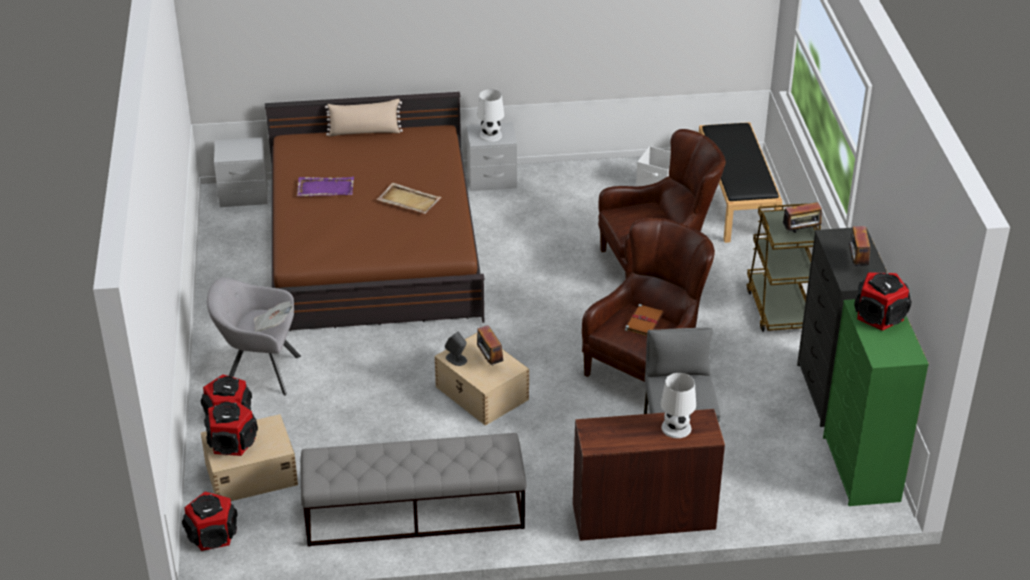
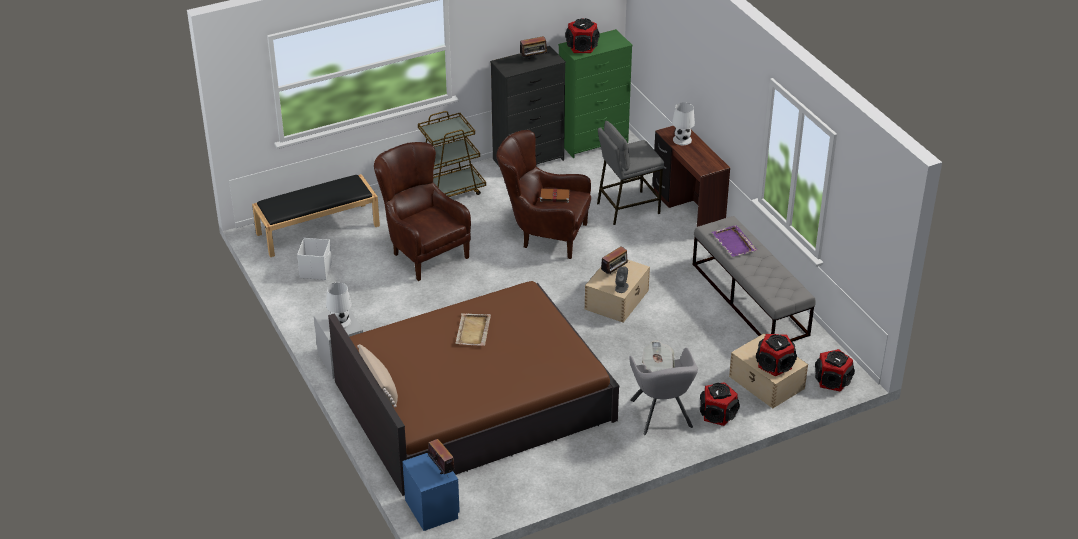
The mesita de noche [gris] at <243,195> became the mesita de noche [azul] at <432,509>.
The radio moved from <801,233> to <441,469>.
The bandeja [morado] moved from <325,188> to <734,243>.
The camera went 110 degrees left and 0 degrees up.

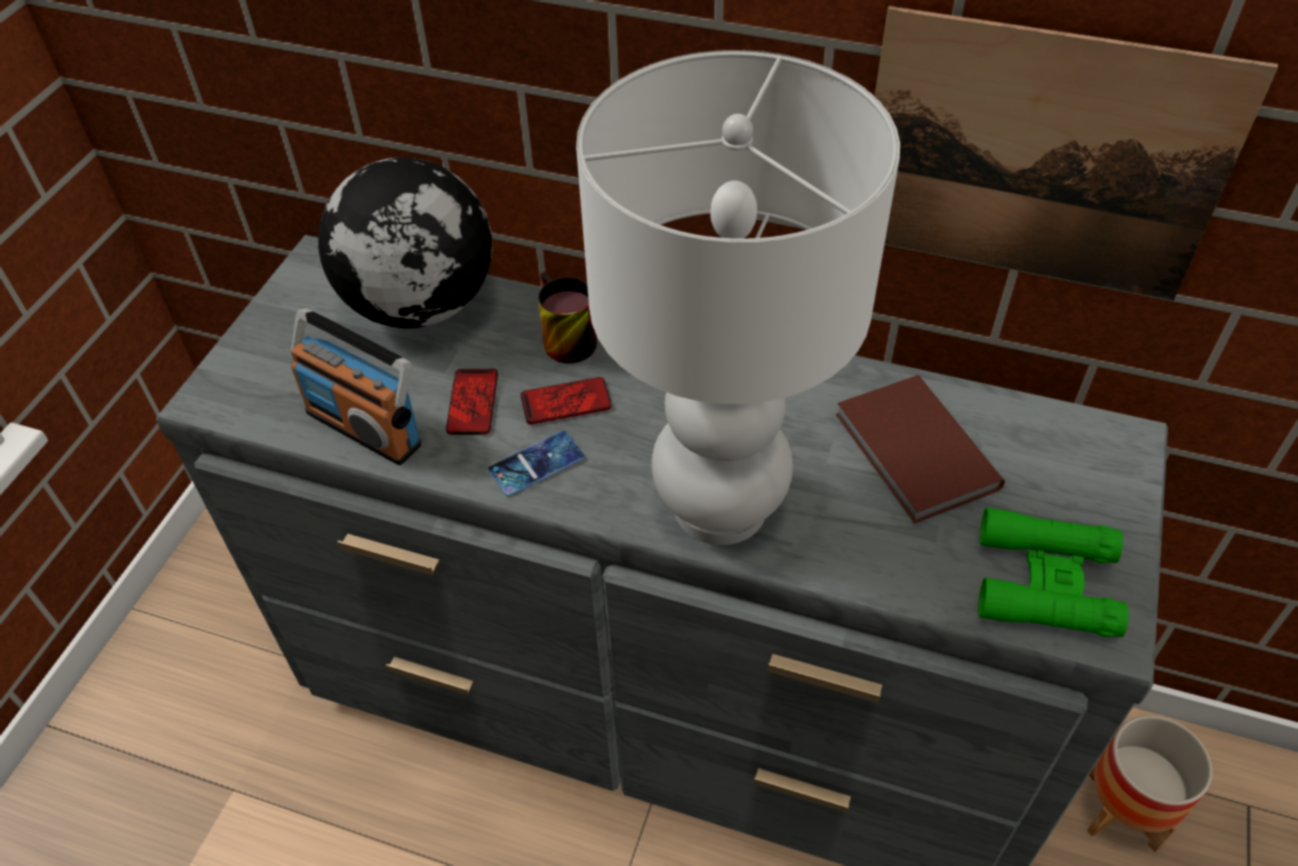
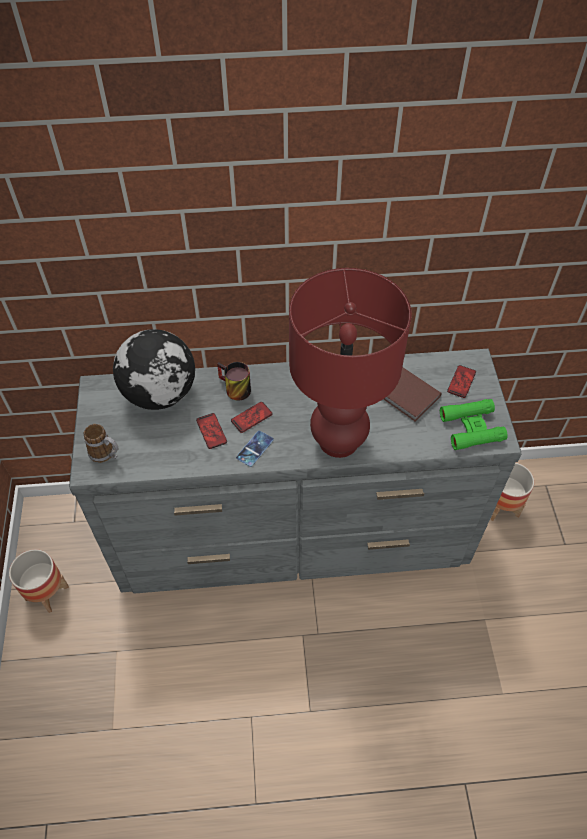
The maceta at <47,593> appeared.
The taza grande at <106,454> appeared.
The lámpara de mesa [blanco] at <721,505> became the lámpara de mesa [rojo] at <339,440>.
The móvil at <461,382> appeared.
The radio at <365,427> disappeared.
The cuadro at <1039,159> disappeared.
The camera went 25 degrees left and 5 degrees up.

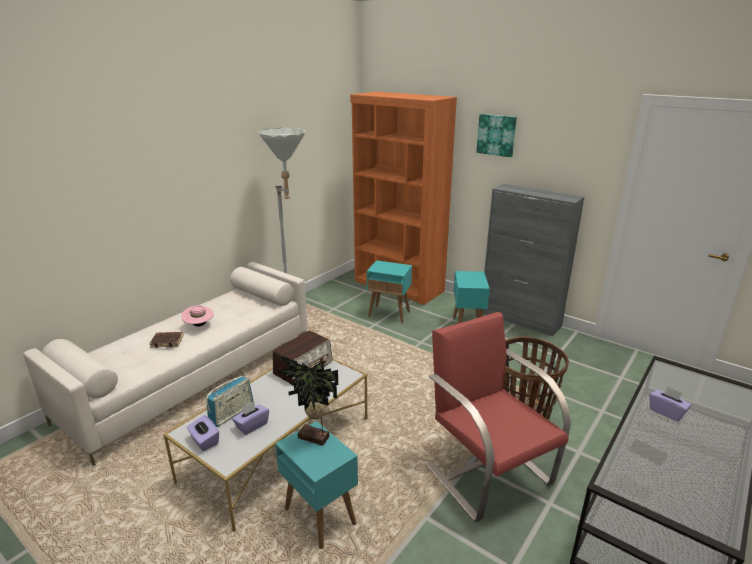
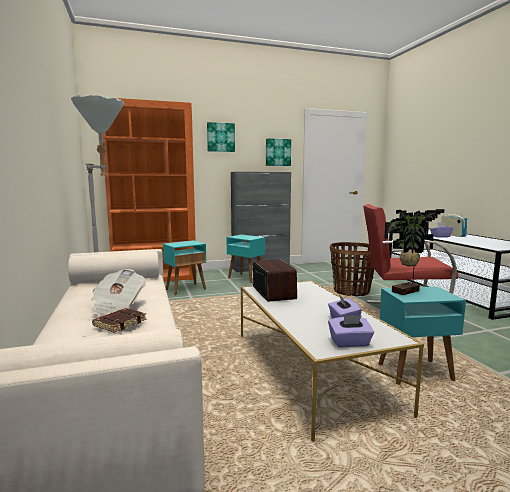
The sombrero [rosa] at <199,325> was replaced by the periódico at <117,306>.
The cuadro at <278,152> appeared.
The radio moved from <231,413> to <452,235>.
The camera went 55 degrees left and 15 degrees down.

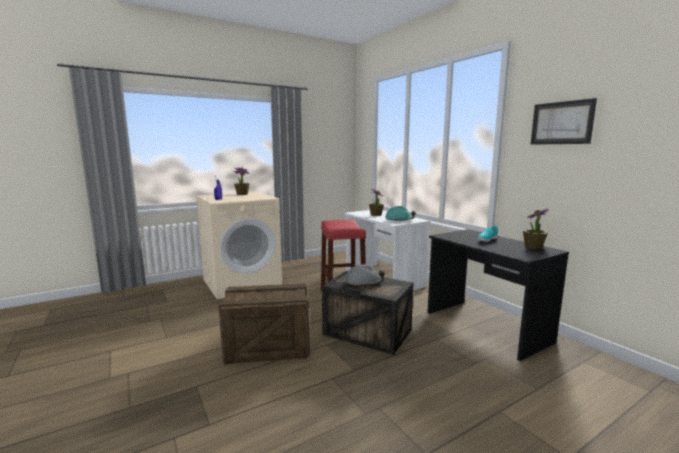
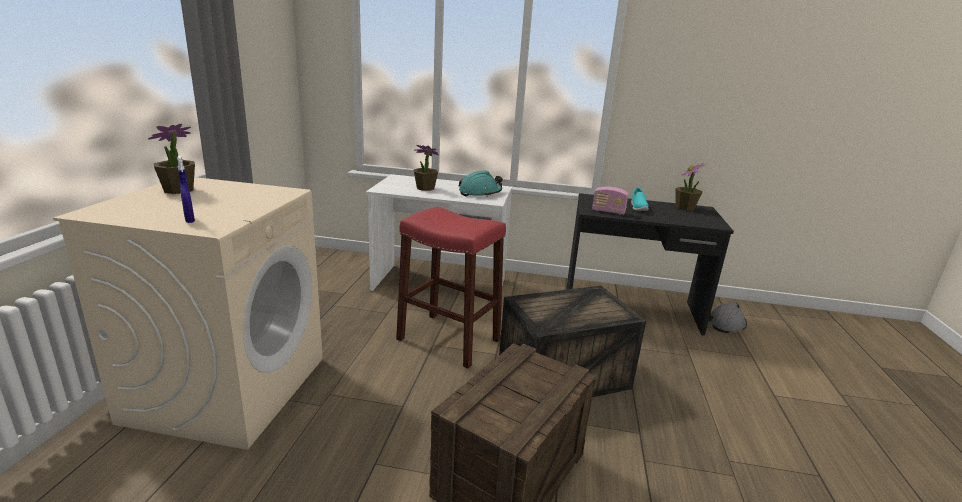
The radio at <608,211> appeared.
The casco [gris] moved from <363,283> to <726,324>.
The cuadro at <561,123> disappeared.
The camera went 50 degrees left and 10 degrees up.

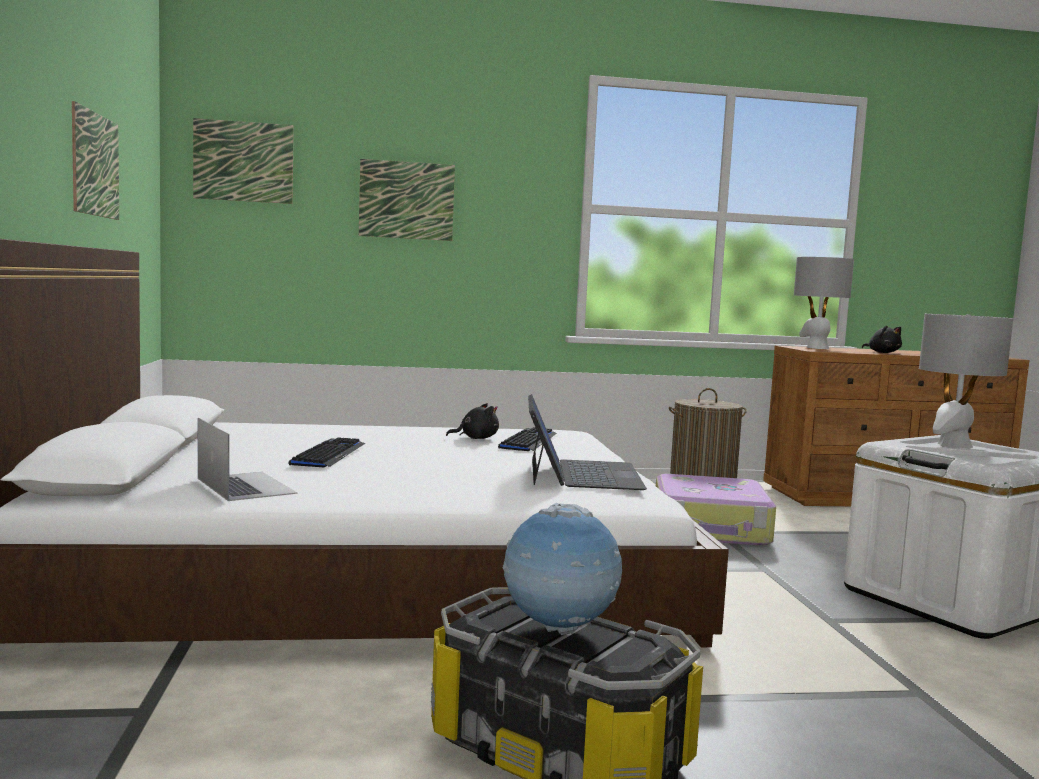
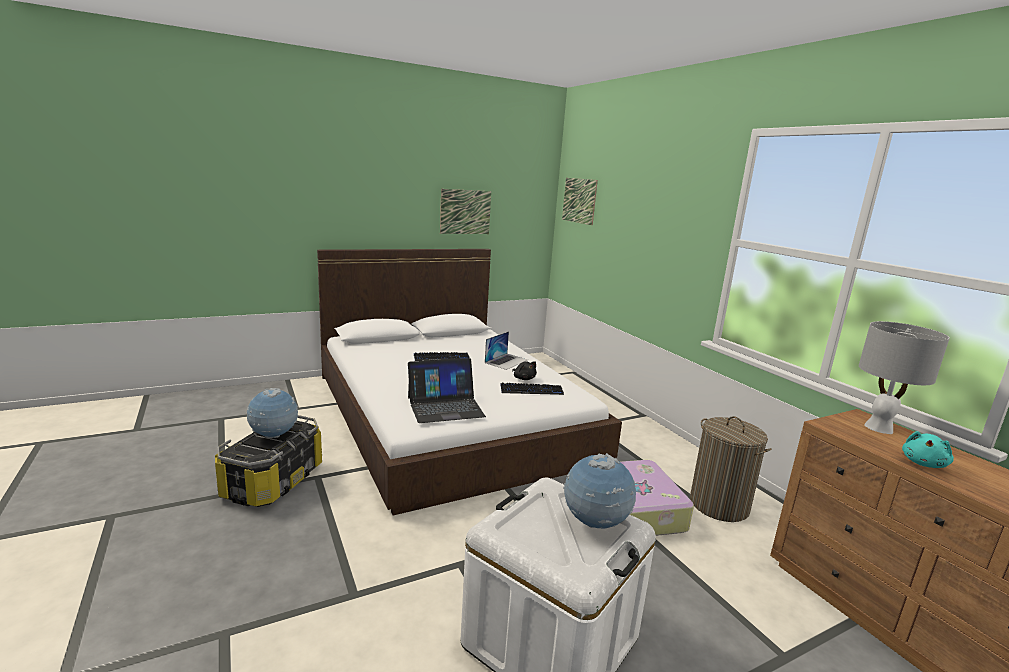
The portátil moved from <245,486> to <506,361>.
The lámpara de mesa [gris] at <953,445> was replaced by the globo terráqueo at <595,524>.
The peluche [negro] at <882,352> became the peluche [turquesa] at <924,463>.
The cuadro at <406,200> disappeared.
The camera went 70 degrees right and 10 degrees up.

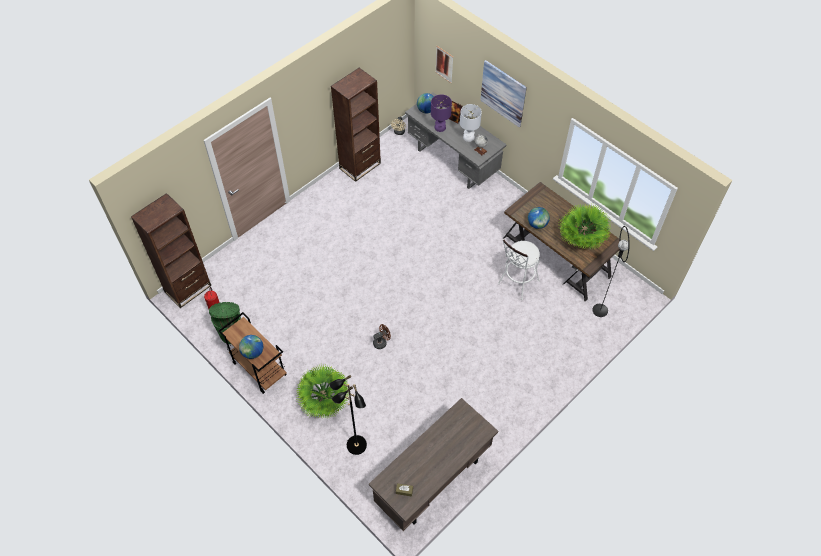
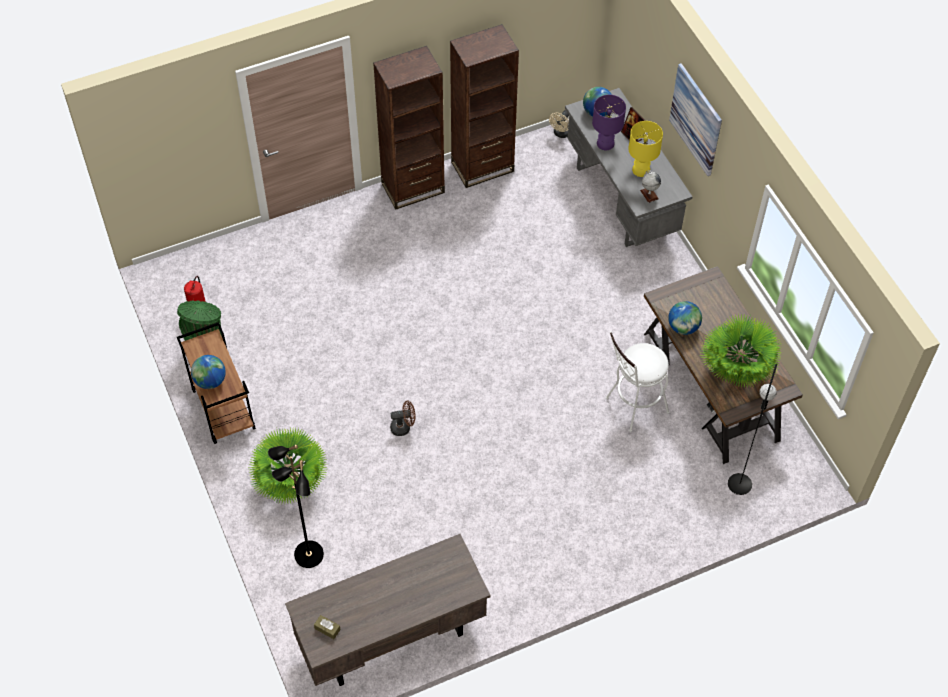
The estantería [marrón] moved from <188,289> to <413,188>.
The lámpara de mesa [blanco] at <468,137> became the lámpara de mesa [amarillo] at <641,169>.
The cuadro at <444,64> disappeared.
The camera went 20 degrees right and 0 degrees up.

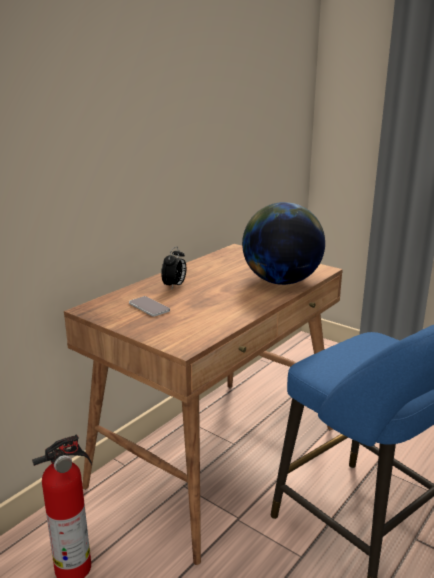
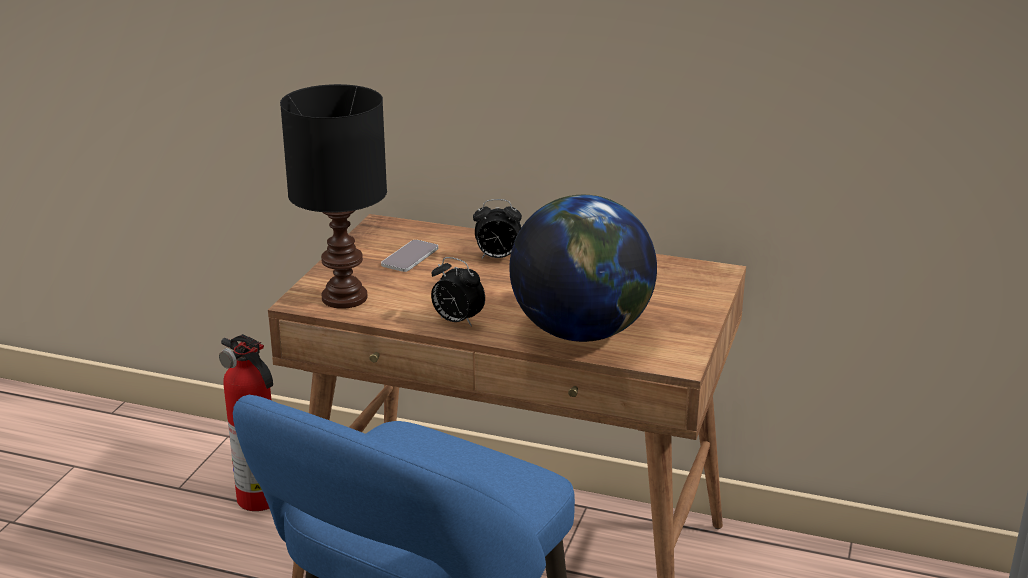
The lámpara de mesa [negro] at <343,297> appeared.
The despertador at <456,321> appeared.
The camera went 70 degrees right and 5 degrees up.

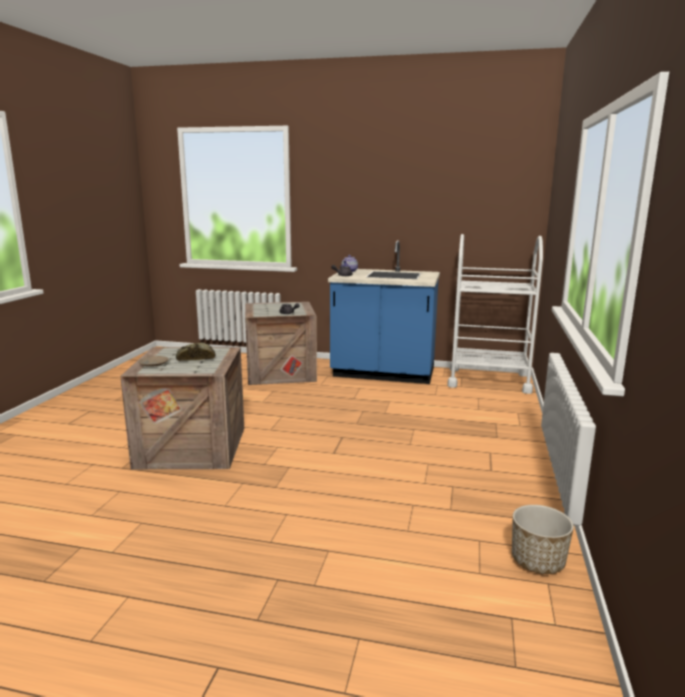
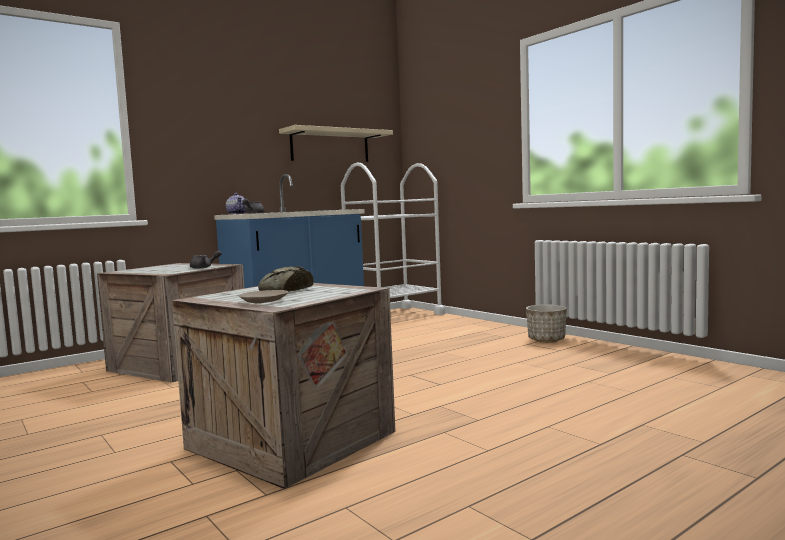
The estante [beis] at <330,146> appeared.
The maceta moved from <537,561> to <546,340>.
The camera went 50 degrees left and 10 degrees down.

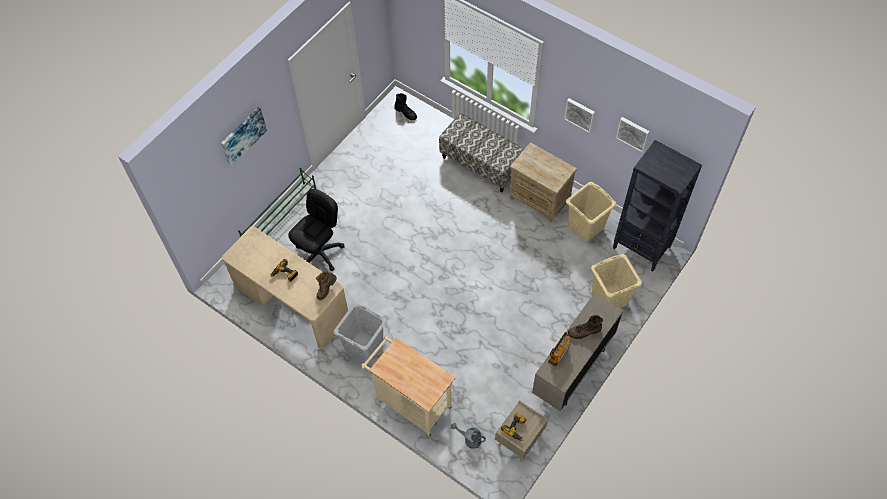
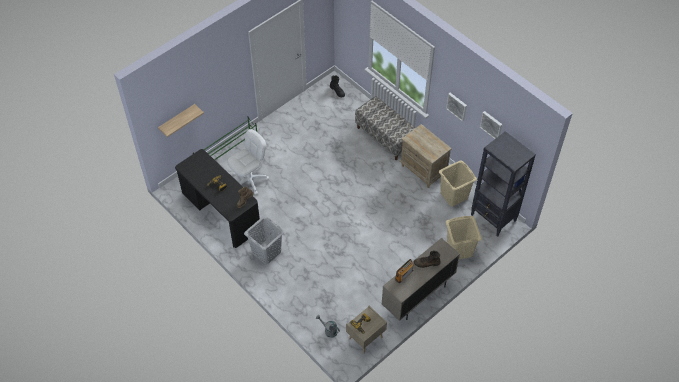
The estante at <177,120> appeared.
The escritorio [beis] at <291,302> became the escritorio [negro] at <220,211>.
The silla de oficina [negro] at <320,253> became the silla de oficina [blanco] at <249,180>.
The cuadro at <243,135> disappeared.
The carrito [beis] at <410,401> disappeared.
The camera went 10 degrees right and 5 degrees down.

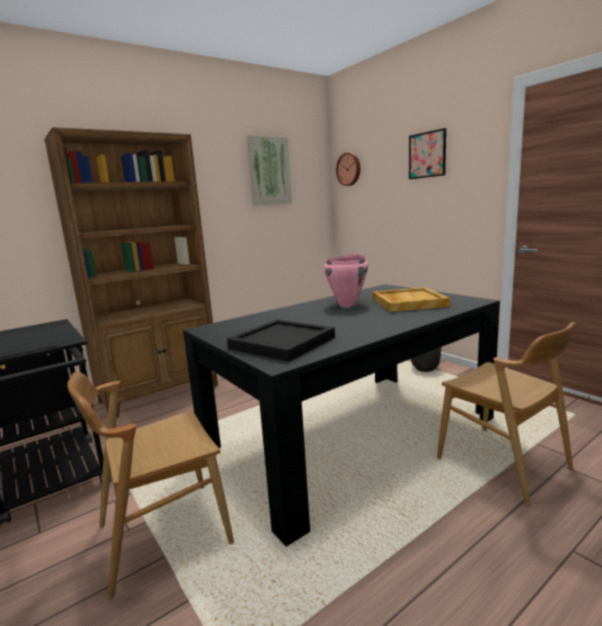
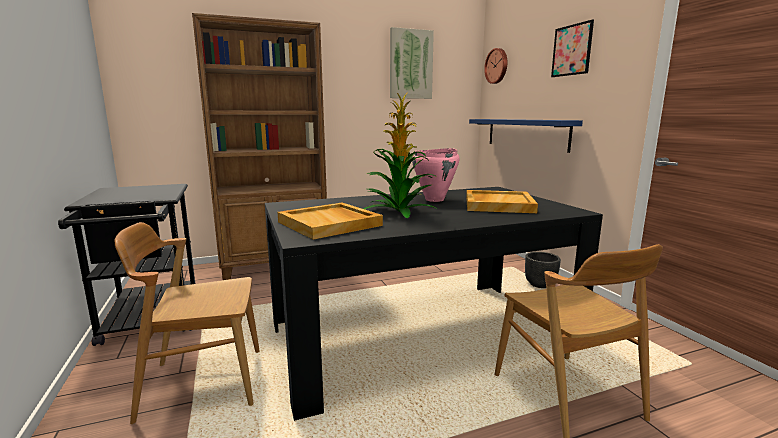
The bandeja [negro] at <283,343> became the bandeja [beis] at <330,223>.
The planta en maceta at <399,211> appeared.
The estante [azul] at <526,133> appeared.
The camera went 15 degrees right and 0 degrees up.

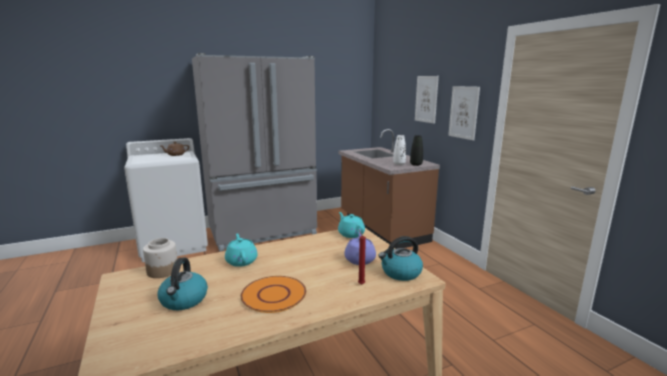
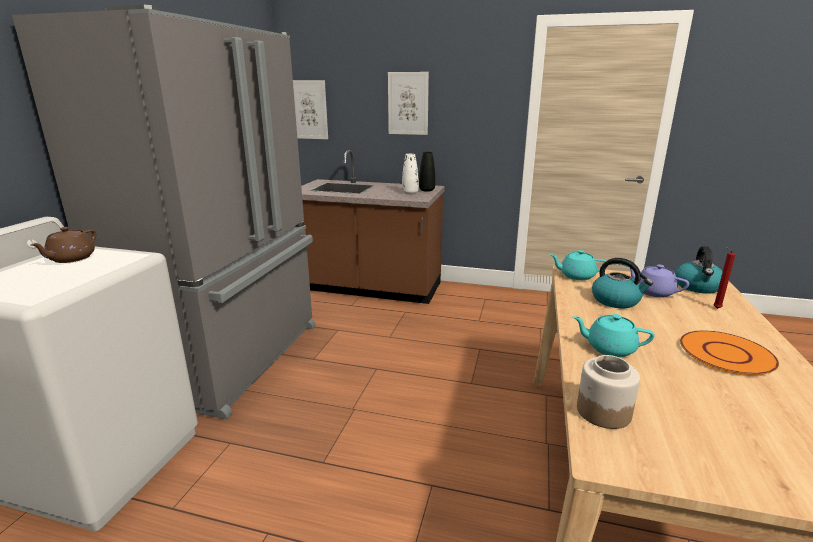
The cuadro moved from <463,112> to <308,110>.
The hervidor moved from <184,300> to <616,300>.
The camera went 50 degrees left and 5 degrees up.

